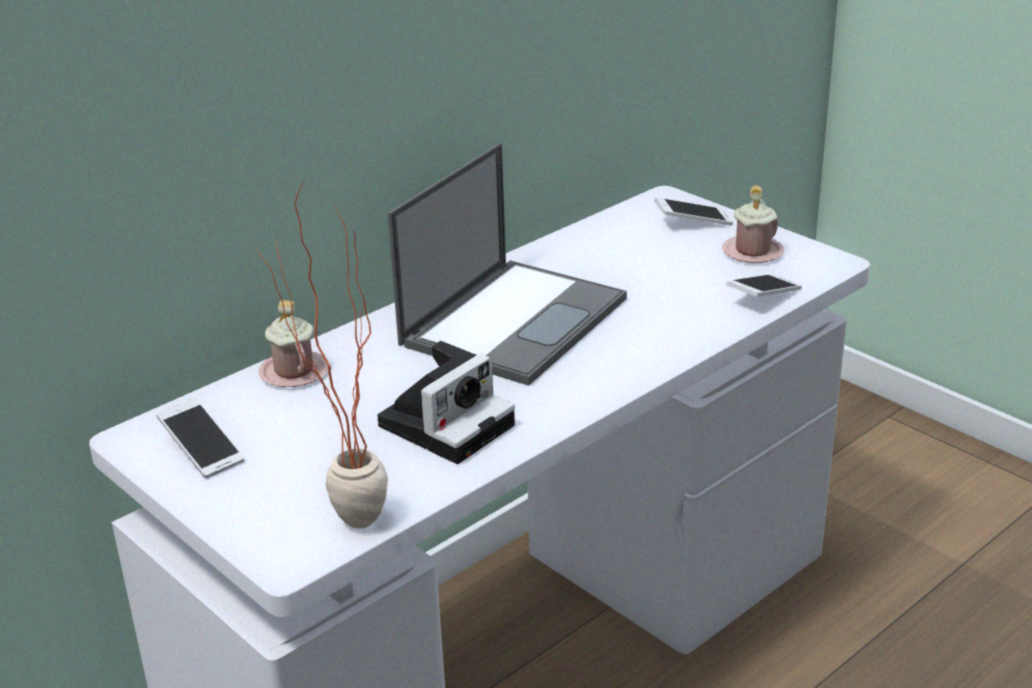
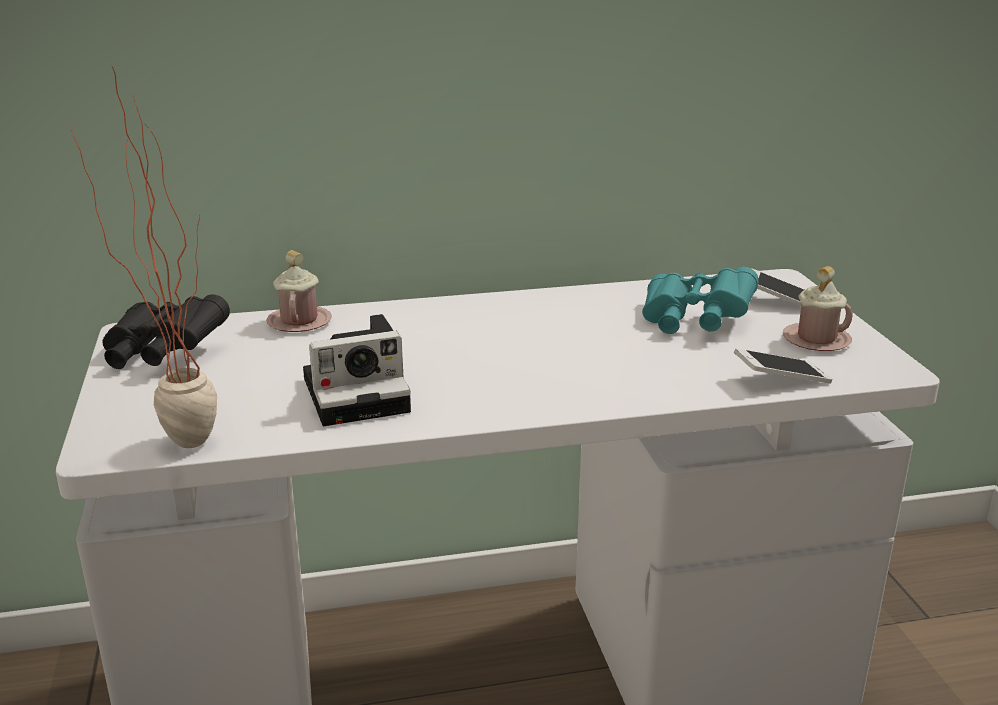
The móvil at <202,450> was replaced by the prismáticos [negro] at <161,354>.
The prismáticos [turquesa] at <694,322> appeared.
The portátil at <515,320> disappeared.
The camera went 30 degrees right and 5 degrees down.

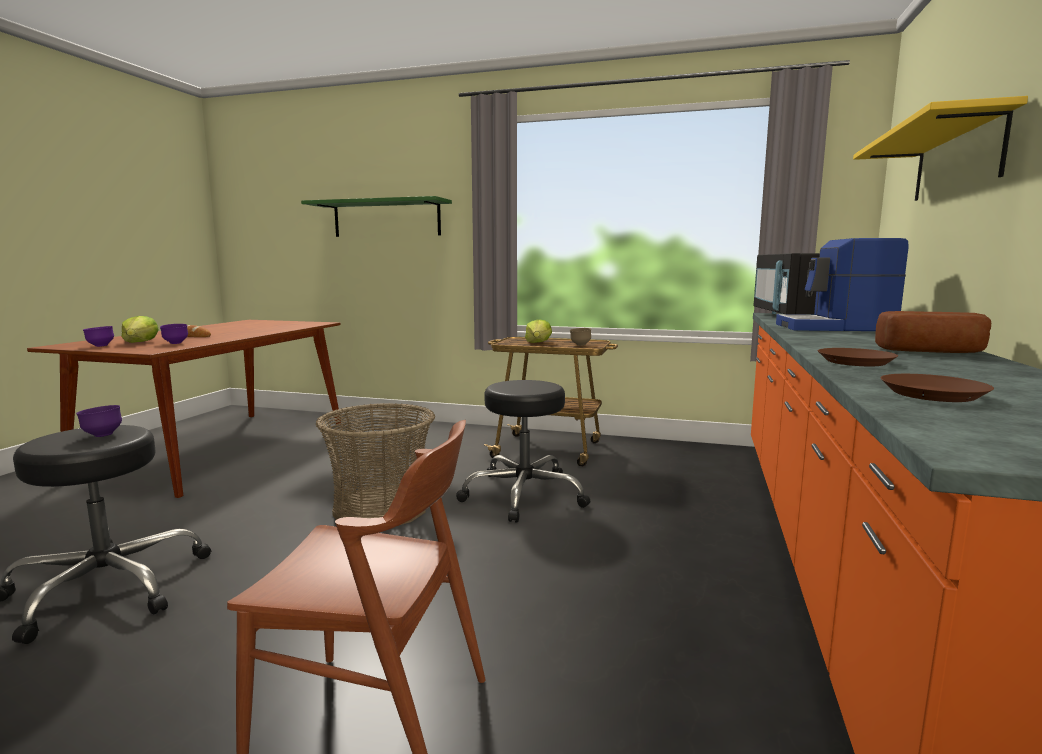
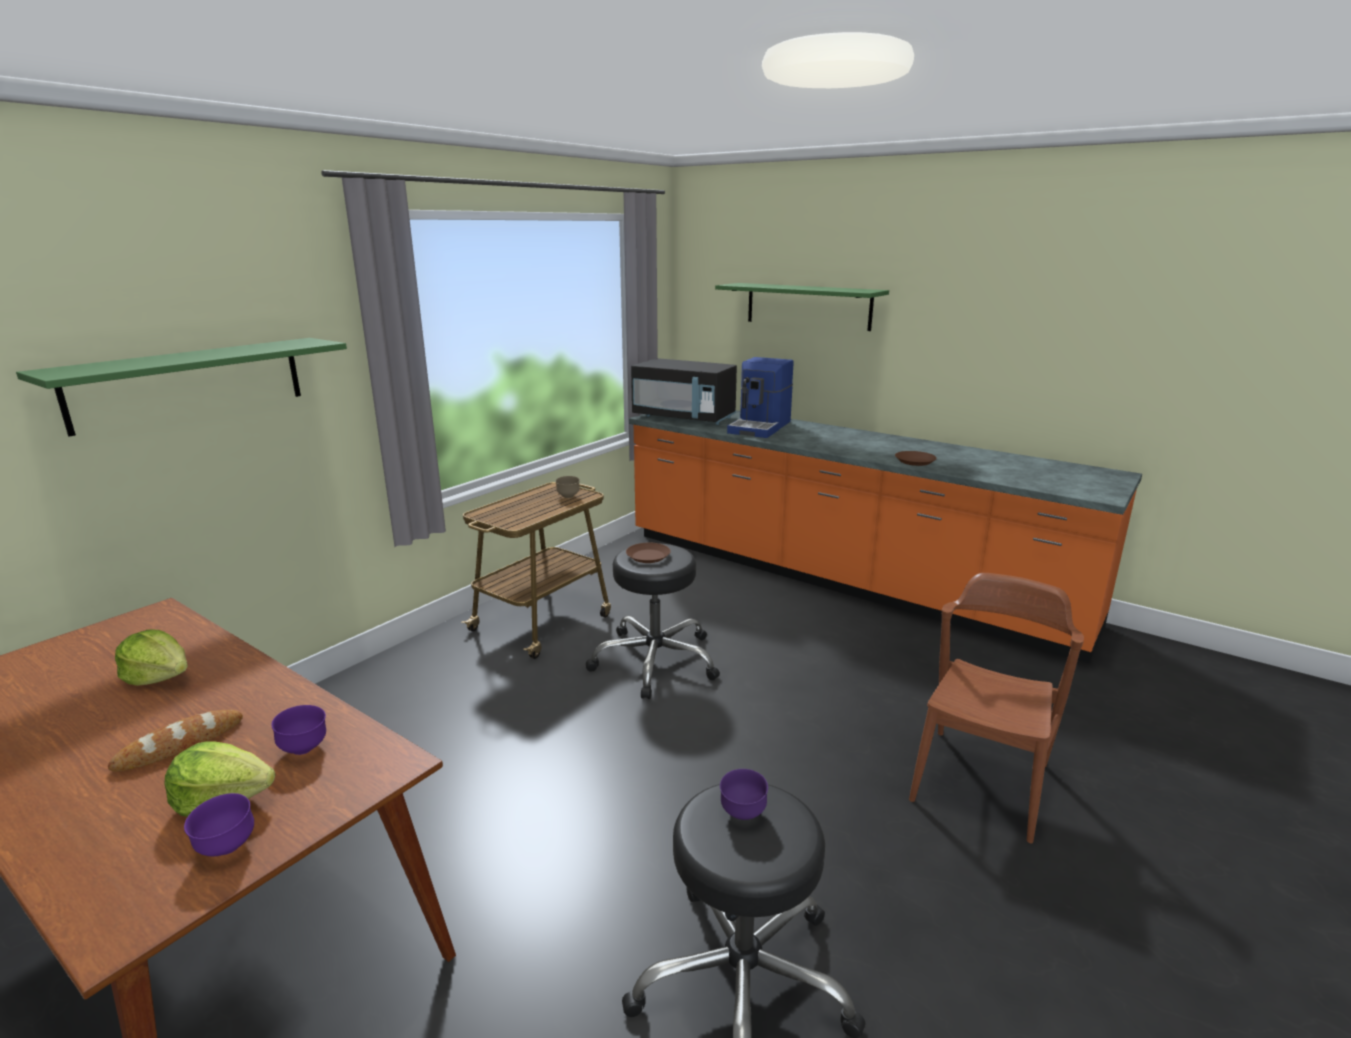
The lechuga moved from <538,343> to <159,677>.
The plato [marrón] moved from <931,394> to <647,556>.
The estante [amarillo] at <956,160> became the estante [verde] at <808,306>.
The cesta at <381,509> disappeared.
The pan at <932,352> disappeared.
The camera went 70 degrees left and 10 degrees up.

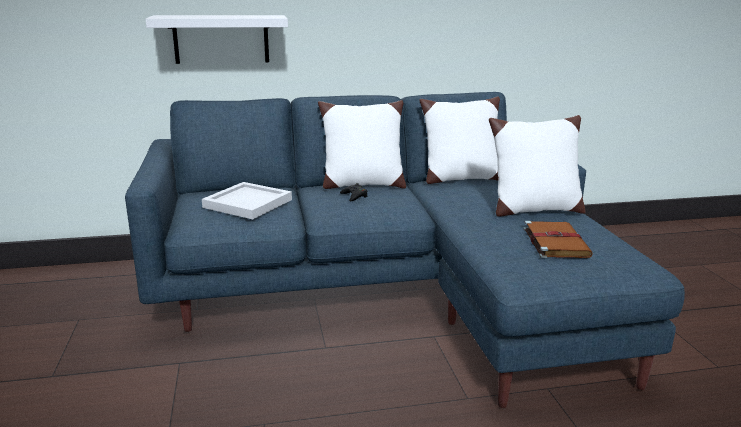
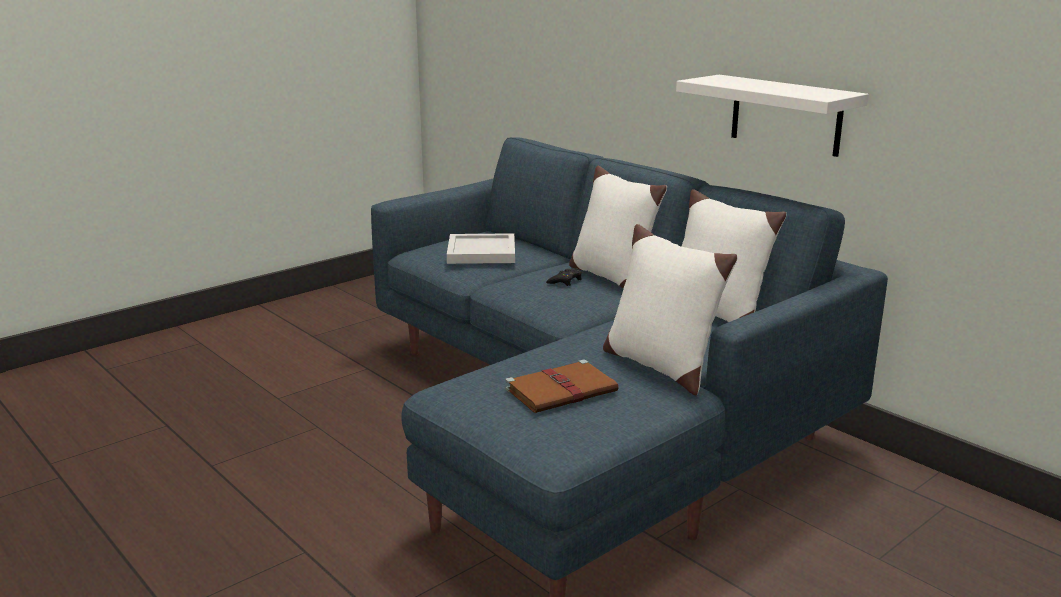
The estante [blanco] moved from <221,39> to <786,115>.
The camera went 60 degrees right and 0 degrees up.

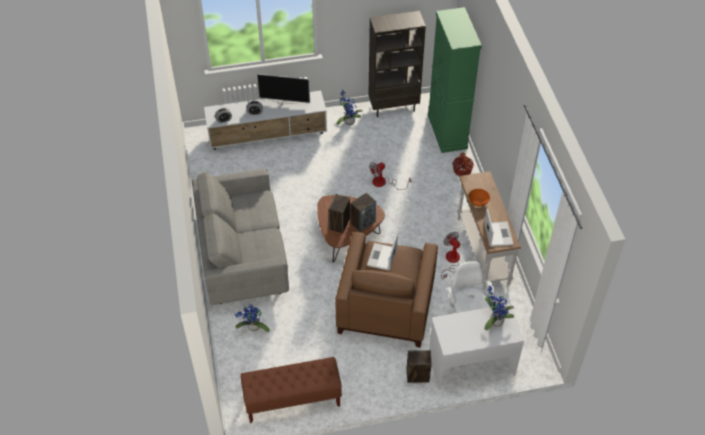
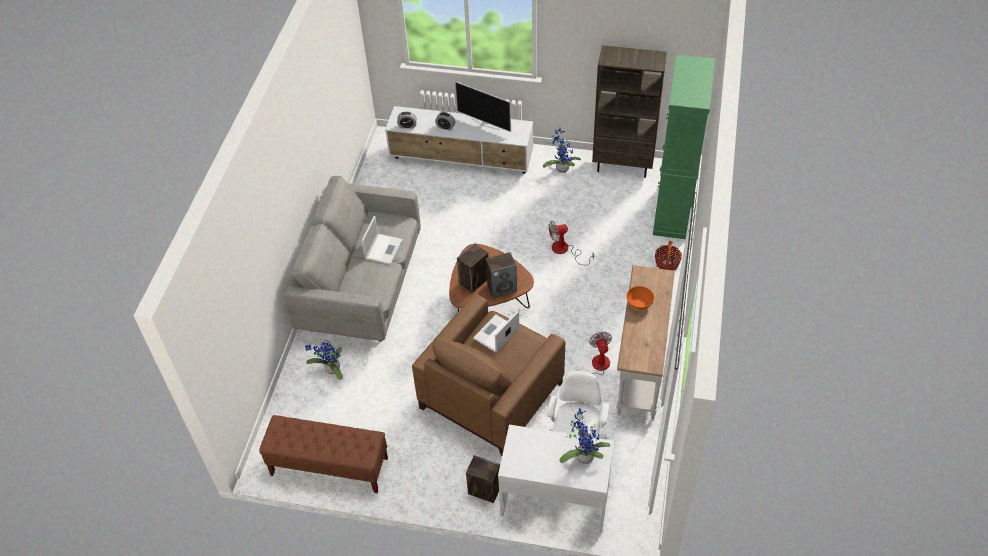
The portátil moved from <498,234> to <383,248>.
The camera went 25 degrees right and 0 degrees up.

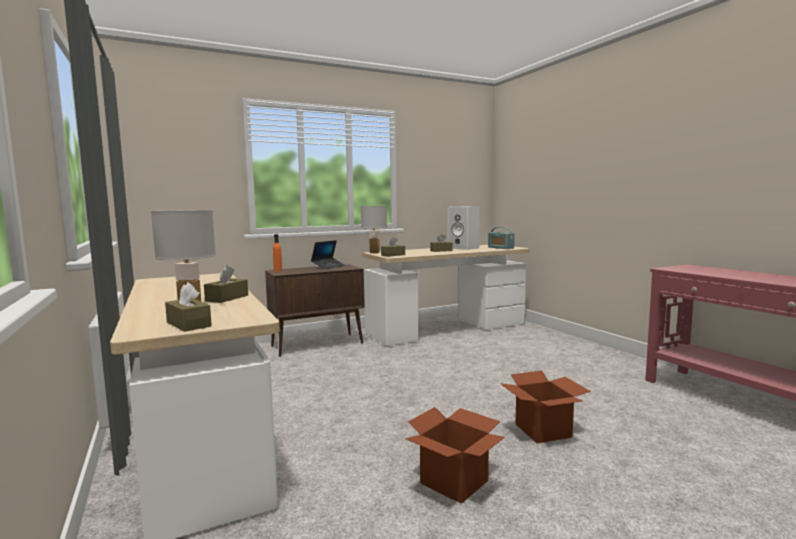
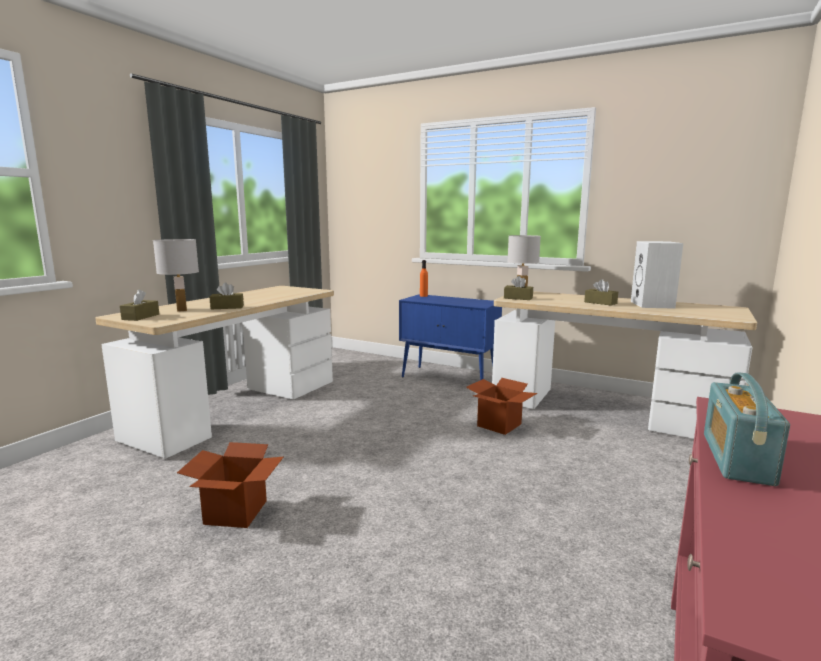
The armario [marrón] at <318,344> became the armario [azul] at <449,379>.
The caja de cartón moved from <542,430> to <499,425>.
The radio moved from <500,248> to <736,458>.
The portátil at <328,266> disappeared.
The camera went 55 degrees right and 5 degrees up.

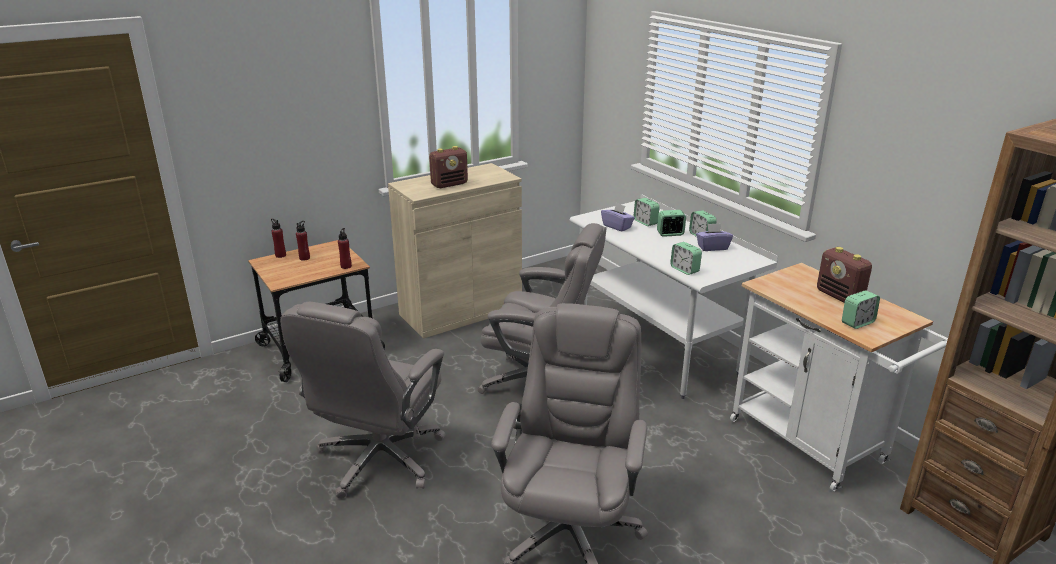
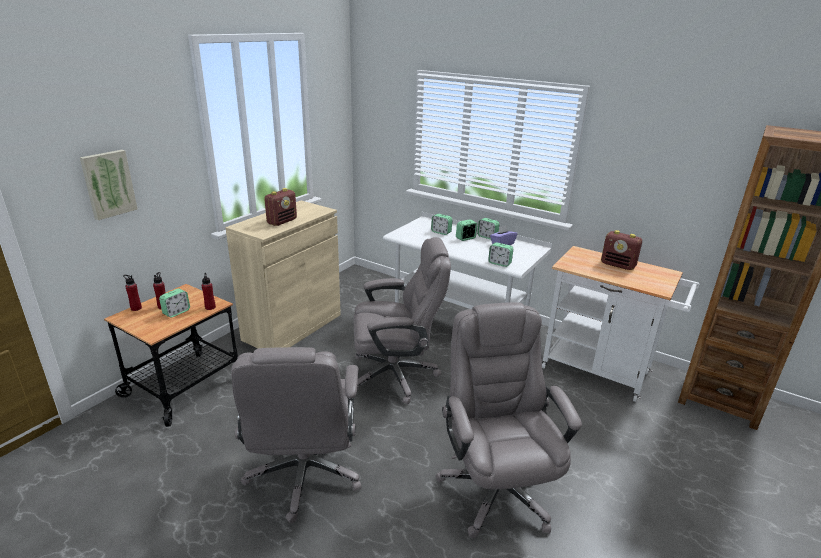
The cuadro at <108,184> appeared.
The despertador moved from <857,323> to <176,312>.
The caja de pañuelos [morado] at <617,226> disappeared.
The camera went 25 degrees left and 0 degrees up.

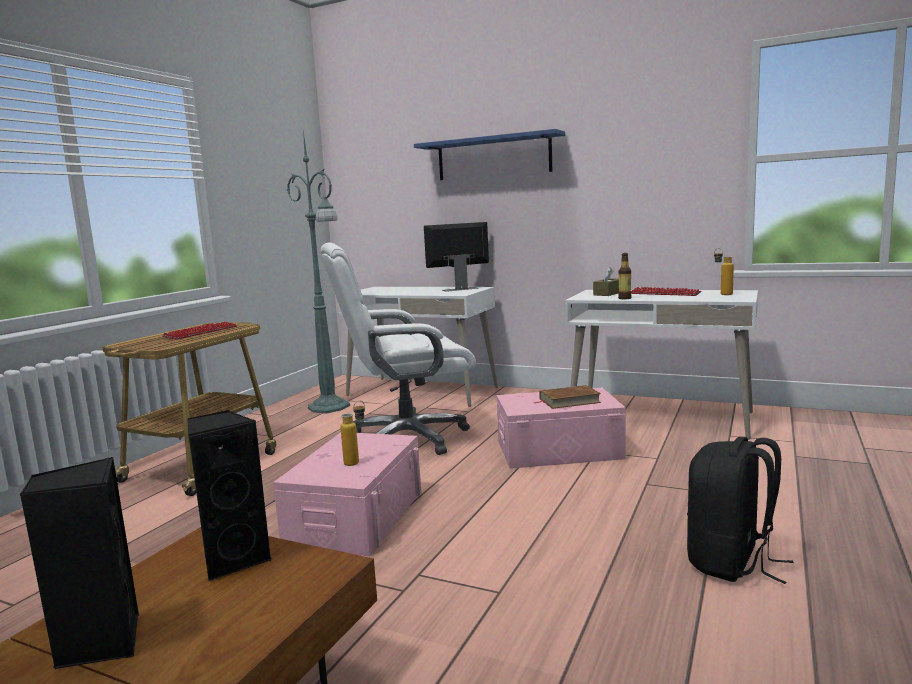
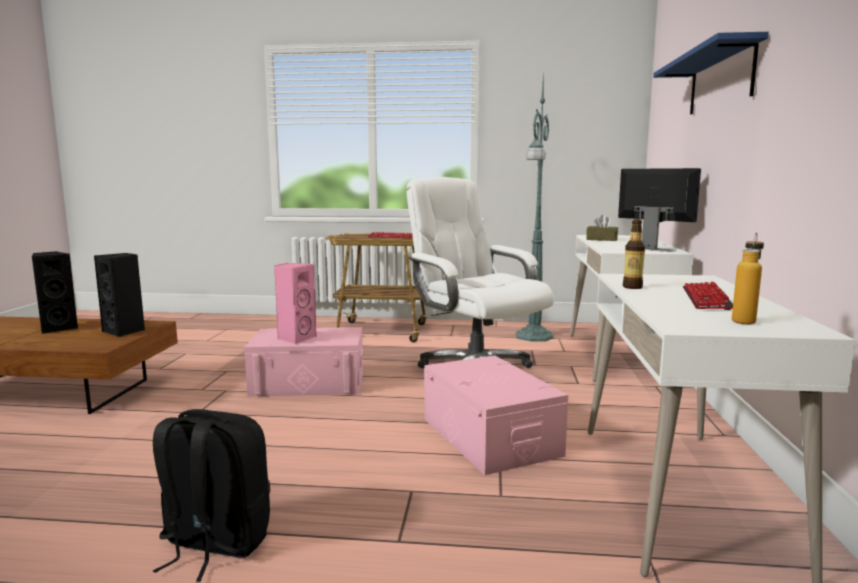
The botella at <357,461> was replaced by the altavoz [rosa] at <296,338>.
The caja de pañuelos [marrón] moved from <608,293> to <601,239>.
The libro [marrón] at <569,401> disappeared.
The camera went 70 degrees right and 0 degrees up.

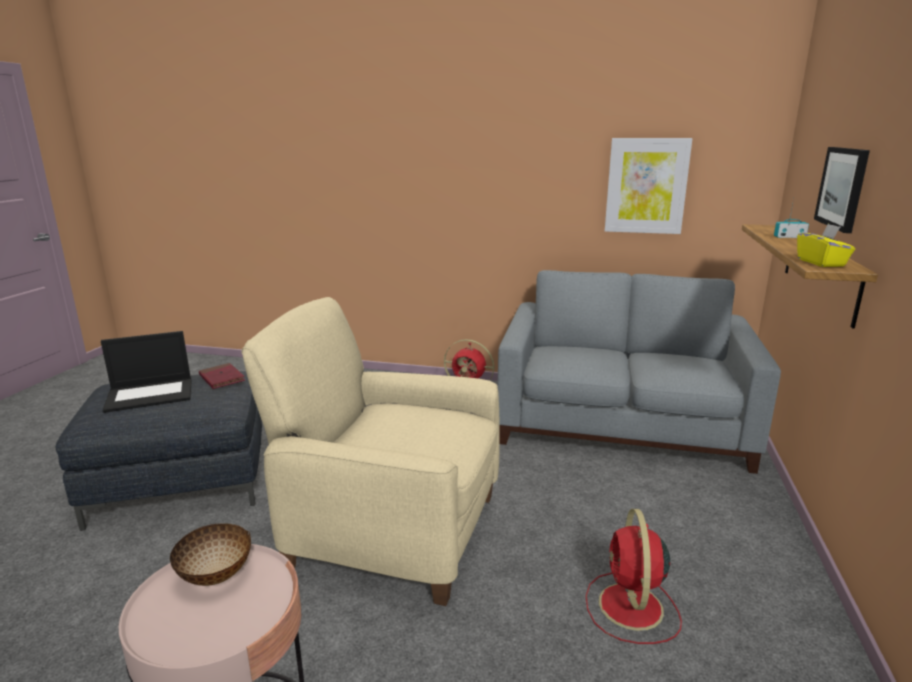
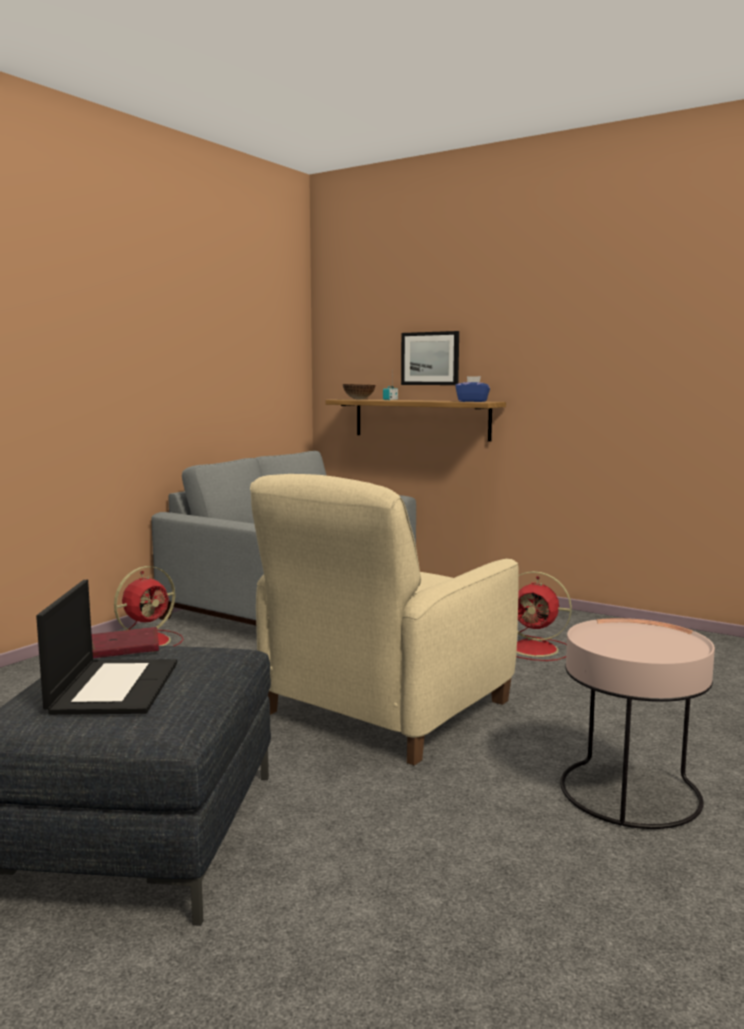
The cuenco moved from <215,576> to <359,399>.
The caja de pañuelos [amarillo] at <821,263> became the caja de pañuelos [azul] at <472,401>.
The cuadro at <646,186> disappeared.
The camera went 70 degrees left and 10 degrees down.

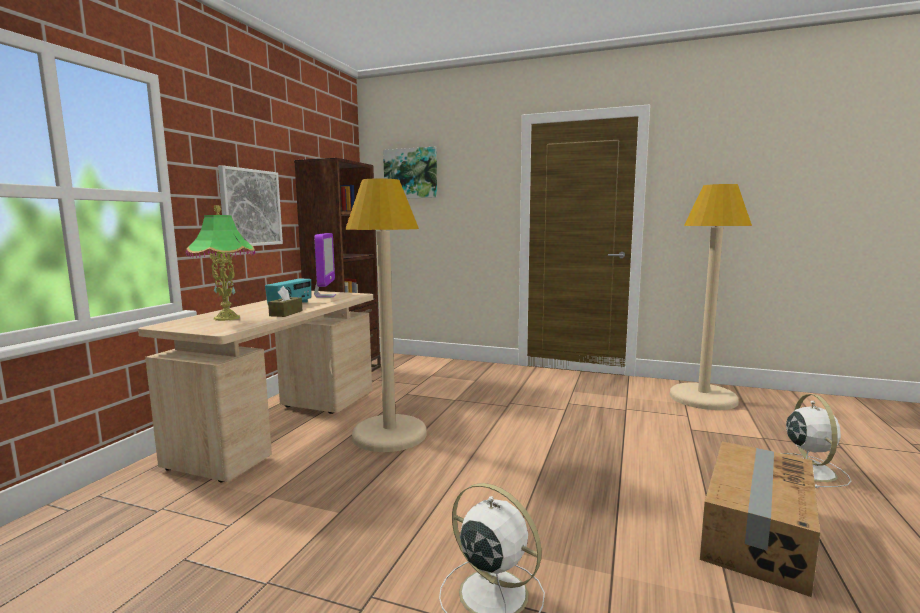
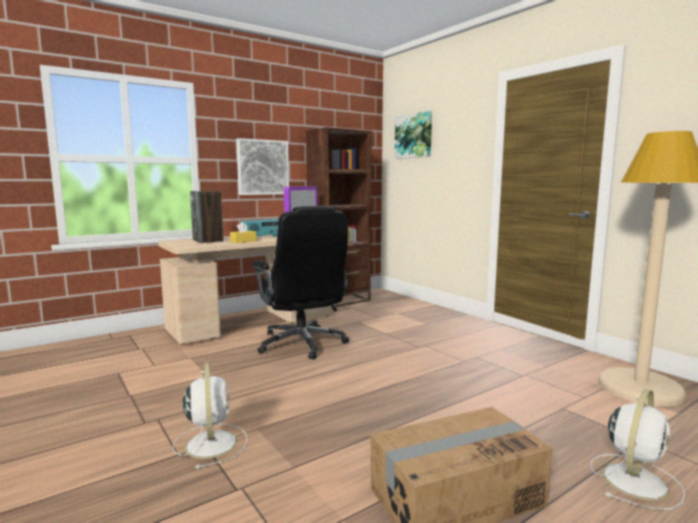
The lámpara de mesa at <227,318> was replaced by the altavoz at <208,240>.
The caja de pañuelos [marrón] at <286,313> became the caja de pañuelos [amarillo] at <243,241>.
The lámpara de pie [beis] at <389,435> was replaced by the silla de oficina [negro] at <302,344>.
The camera went 35 degrees right and 0 degrees up.

